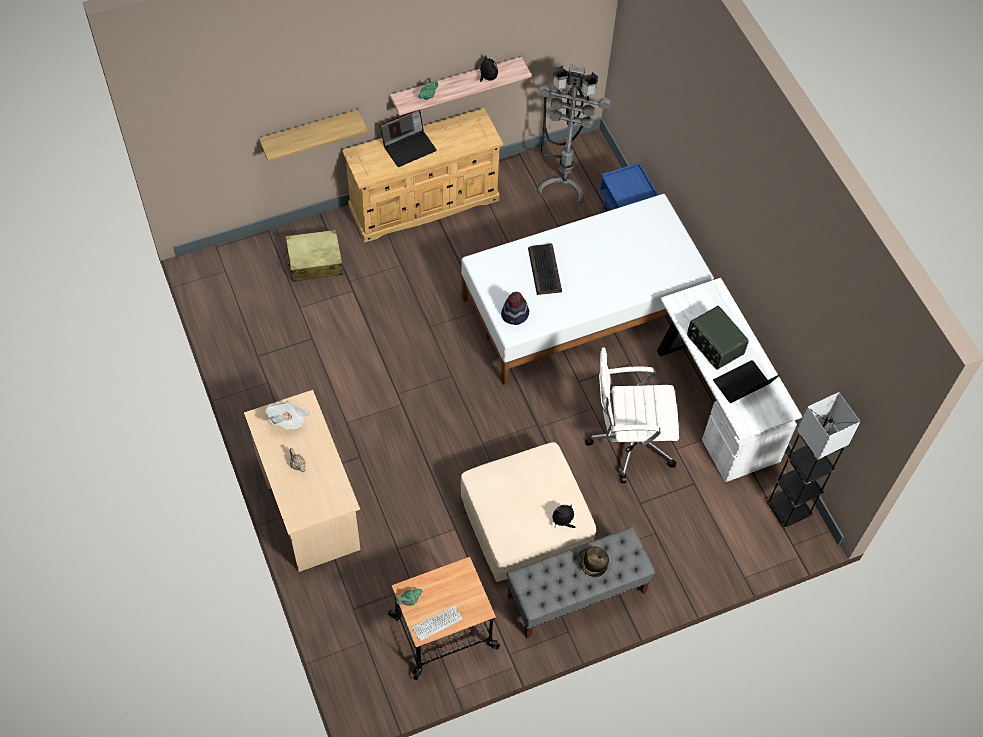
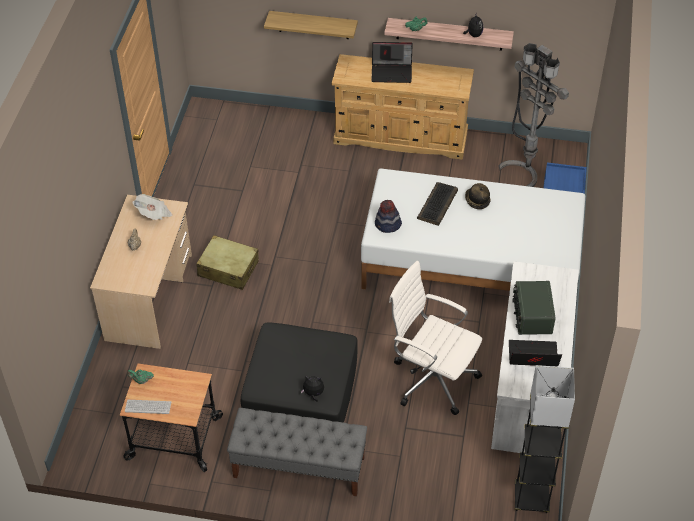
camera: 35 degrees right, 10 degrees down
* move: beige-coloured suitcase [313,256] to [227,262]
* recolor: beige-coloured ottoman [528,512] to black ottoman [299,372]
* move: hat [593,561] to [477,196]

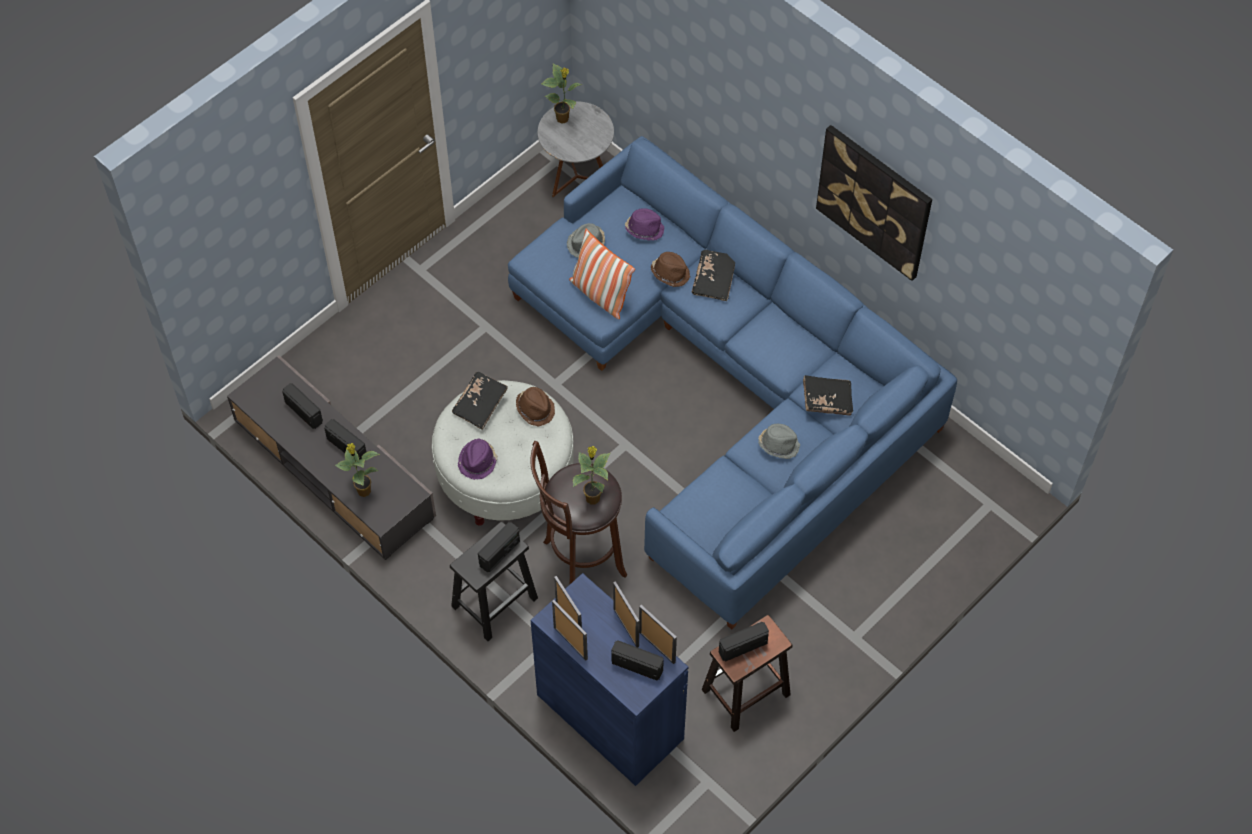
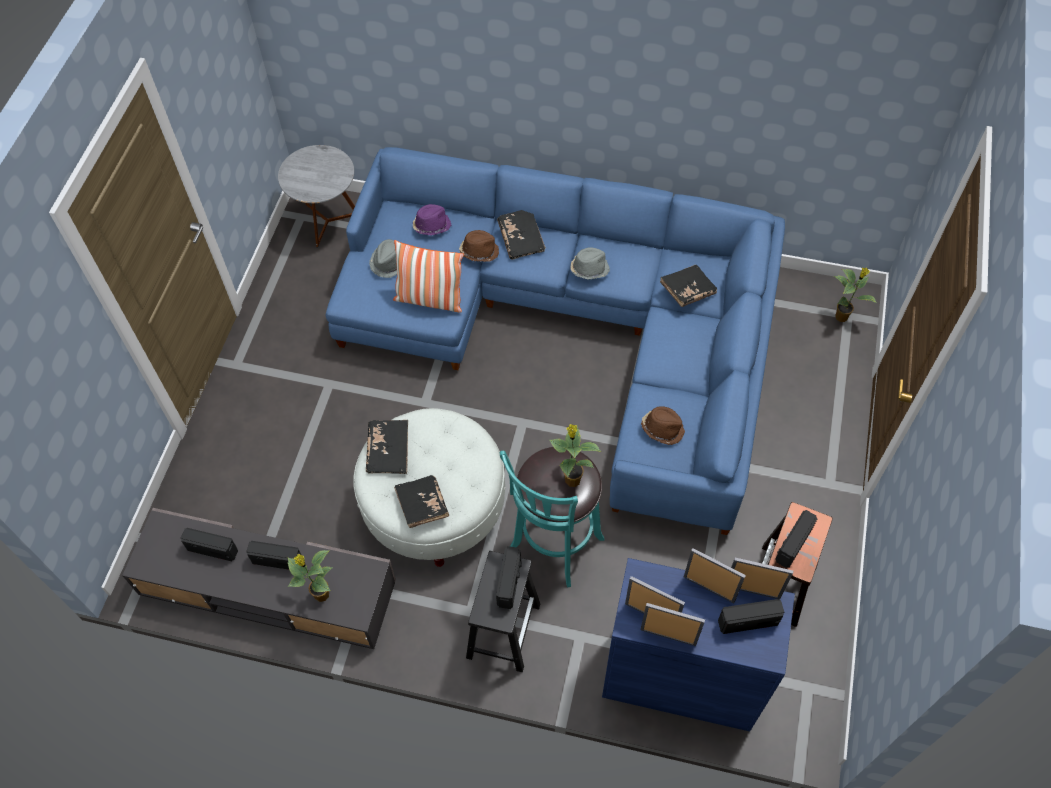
camera: 30 degrees left, 0 degrees up
* move: potted plant [562,93] to [855,294]
* delete: picture [874,203]
* move: brown-coloured hat [535,406] to [663,425]
* move: gray hat [779,441] to [590,263]
* replace: purplish hat [478,459] to black book [421,501]
* recolor: brown-coloured stool seat [578,512] to blue-green stool seat [552,517]

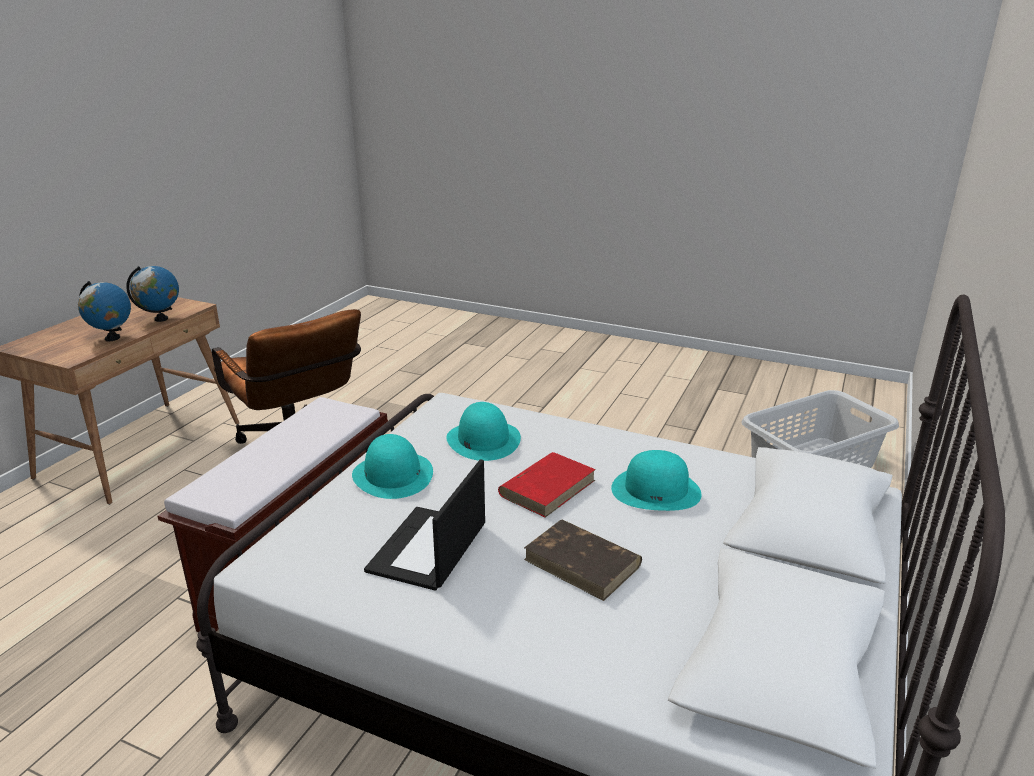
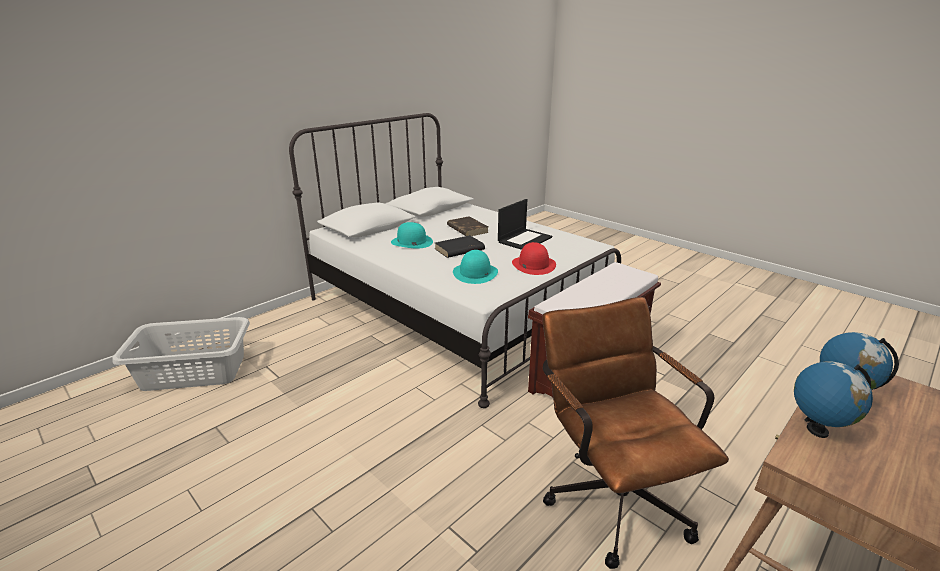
camera: 160 degrees left, 0 degrees up
* recolor: blue-green hat [392,466] to red-coloured hat [534,258]
* recolor: red-coloured book [547,485] to black book [460,246]

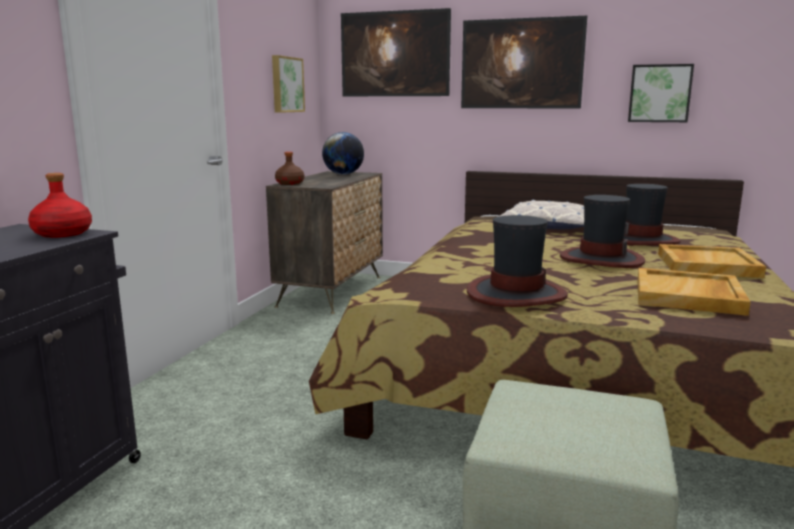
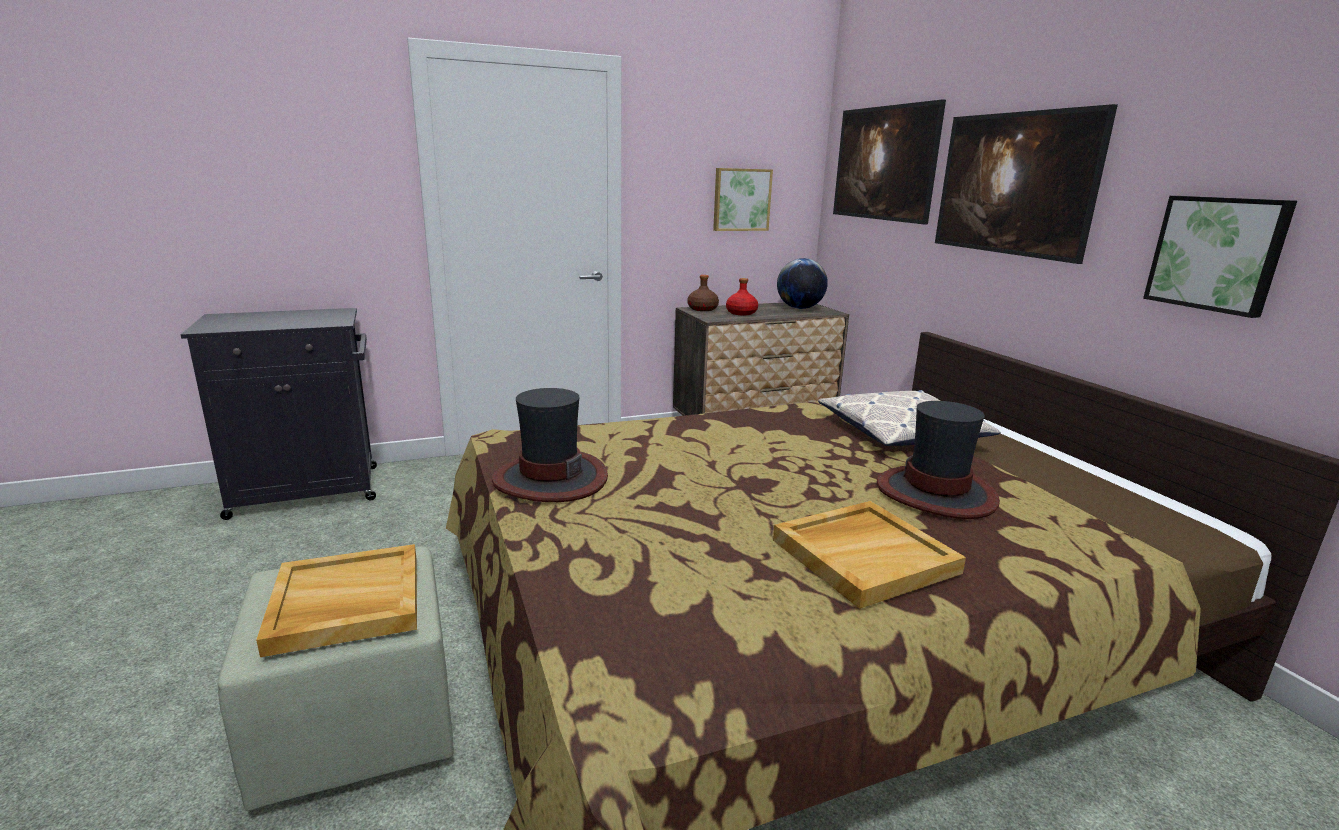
camera: 50 degrees right, 5 degrees up
* move: red-coloured beverage bottle [60,205] to [742,296]
* delete: hat [602,231]
* move: beige-coloured tray [694,292] to [336,600]

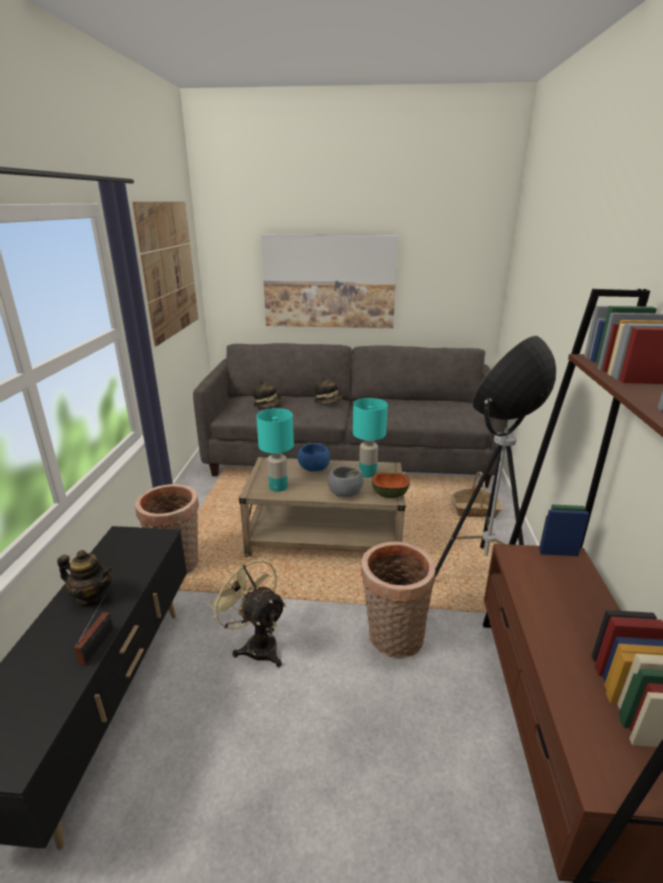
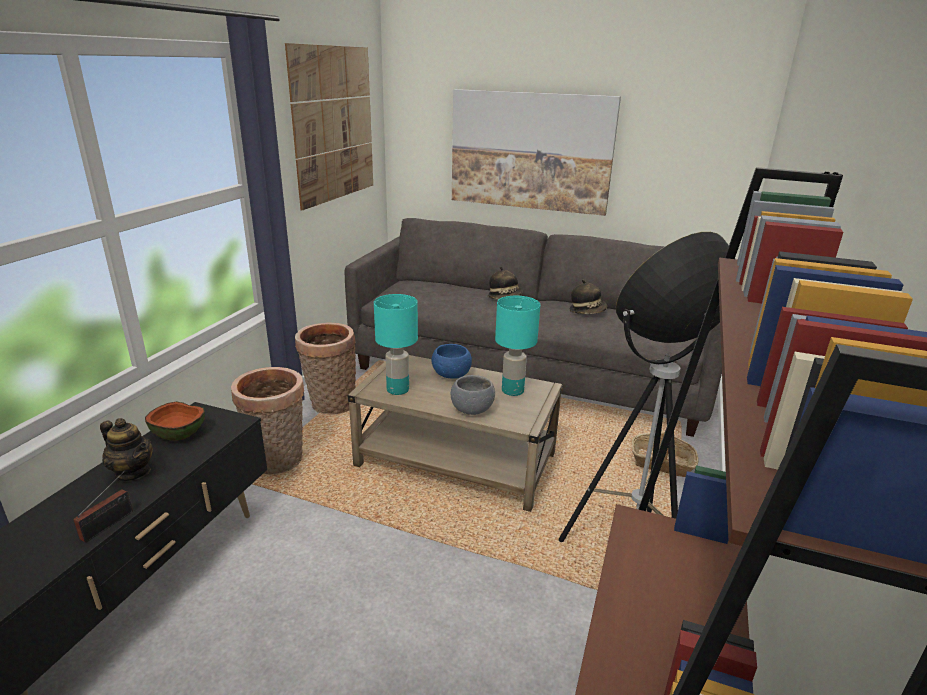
camera: 15 degrees right, 0 degrees up
* move: hat [267,393] to [588,297]
* move: bowl [391,485] to [175,421]
* move: household basket [398,600] to [325,368]
* delete: beige-coloured fan [246,610]

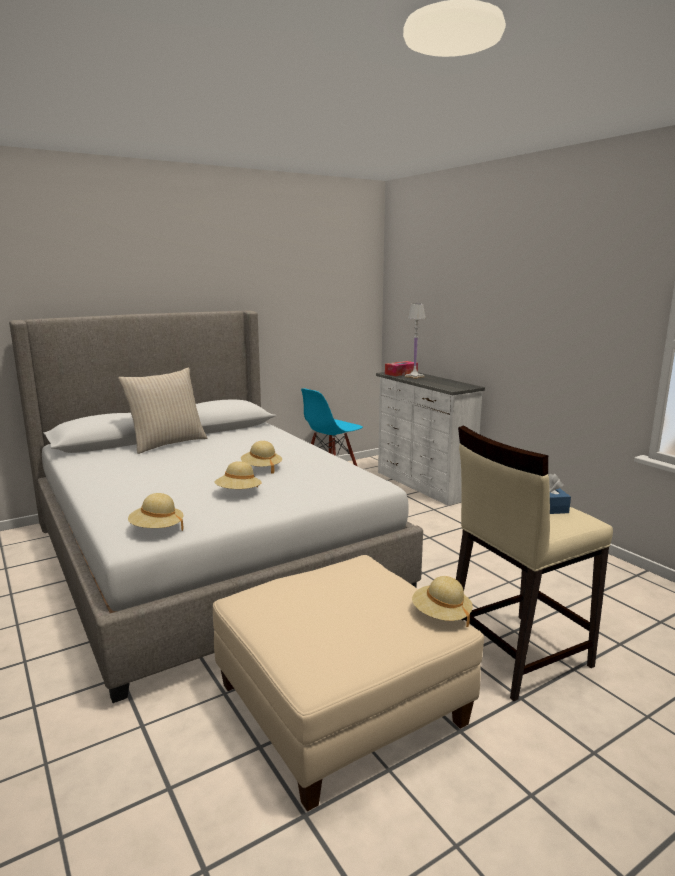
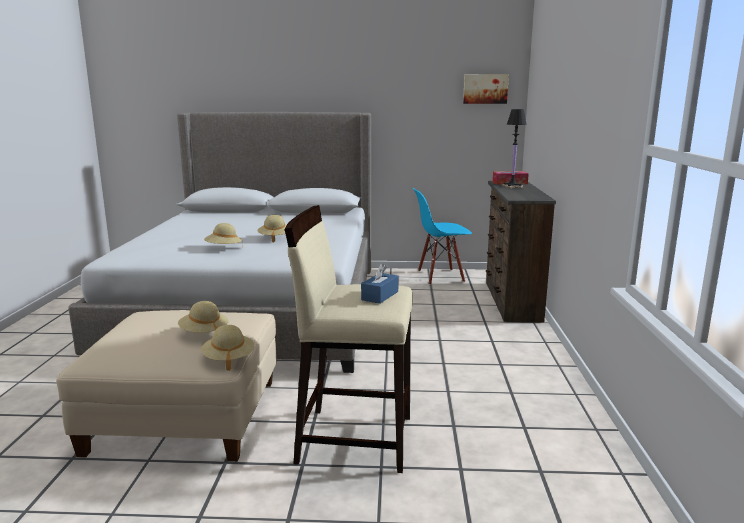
camera: 35 degrees right, 0 degrees up
* recolor: white table lamp [415,341] to black table lamp [514,148]
* delete: beige-coloured throw pillow [163,411]
* recolor: white drawer chest [430,439] to brown-coloured drawer chest [521,252]
* move: beige-coloured hat [156,512] to [203,317]
* insert: picture [486,89]

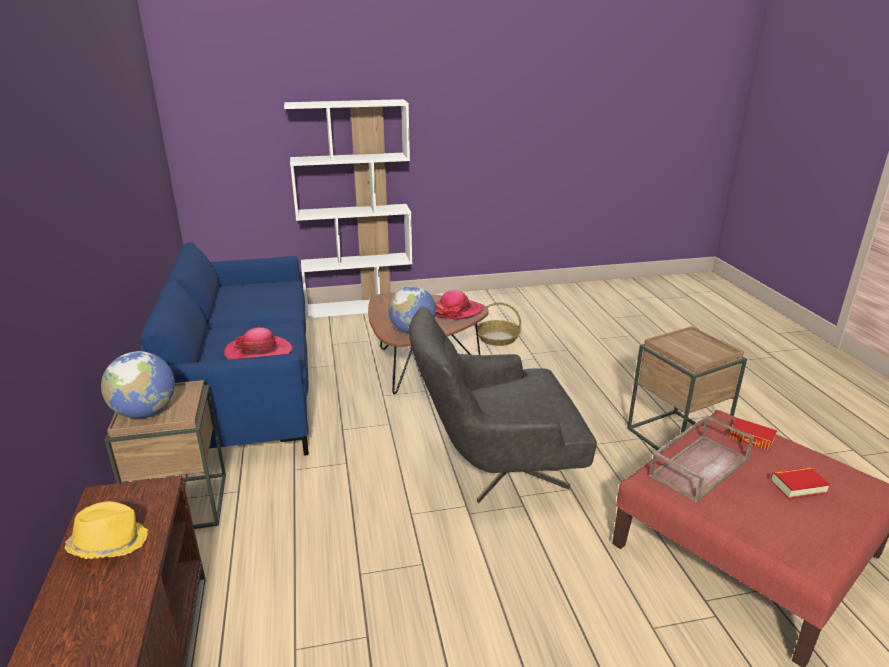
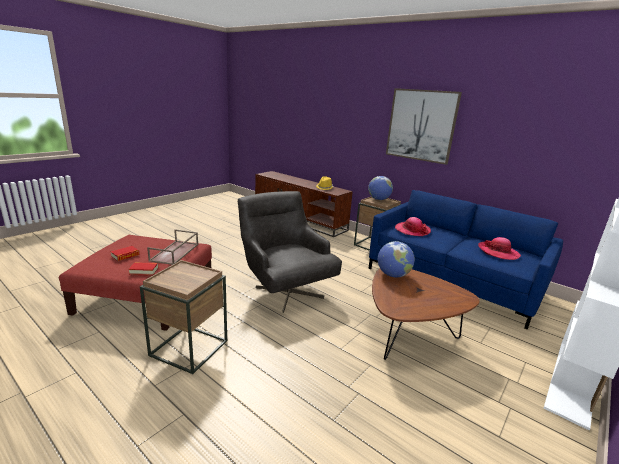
camera: 140 degrees right, 5 degrees down
* move: hat [459,305] to [499,248]
* delete: household basket [498,324]
* rotate: gray easy chair [503,404] = [290,252] 75 degrees counterclockwise
* insert: picture [424,126]

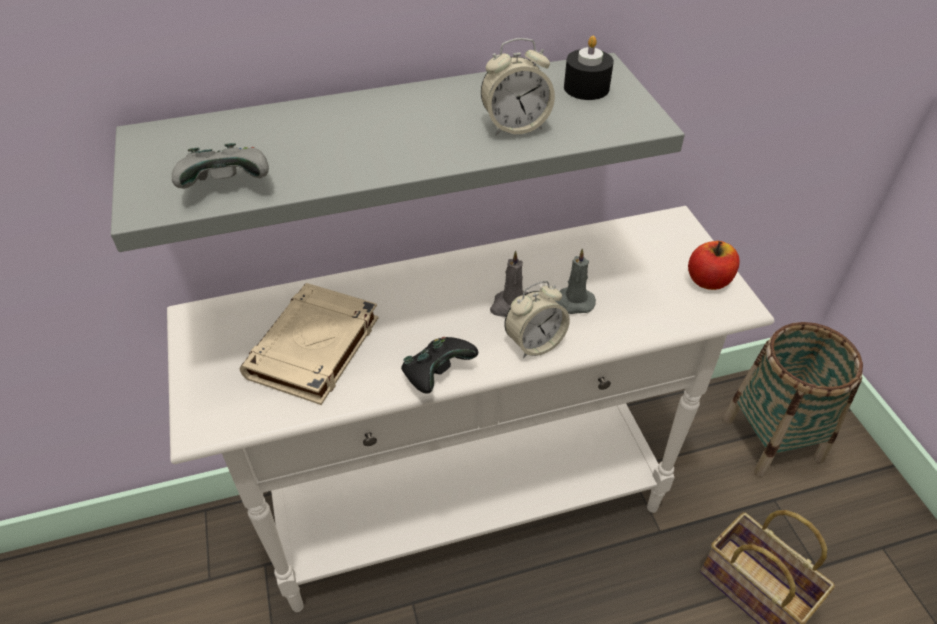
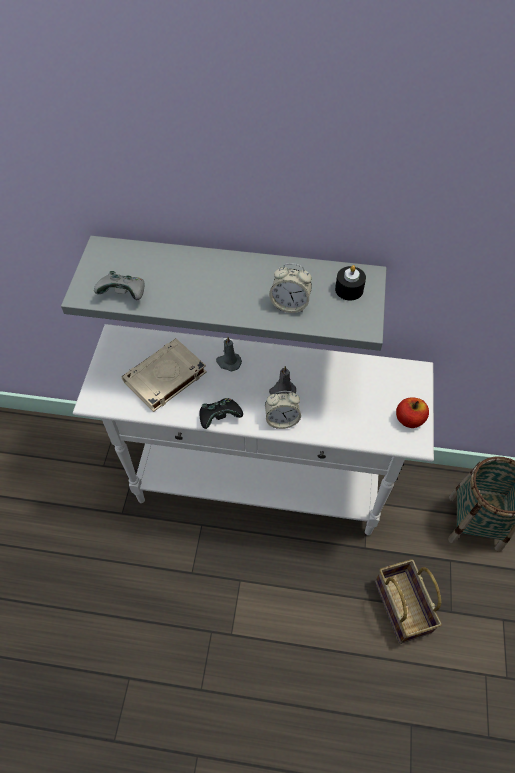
camera: 25 degrees right, 10 degrees up
* move: gray wax light [576,281] to [229,354]

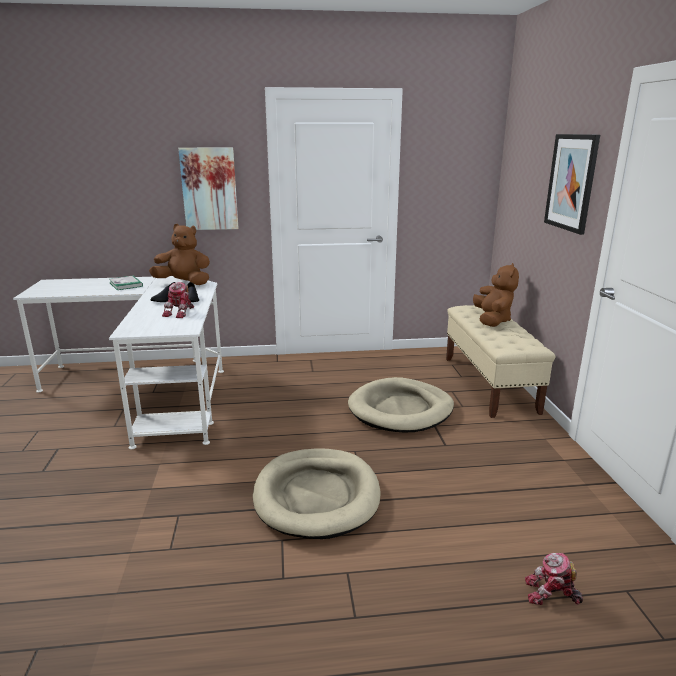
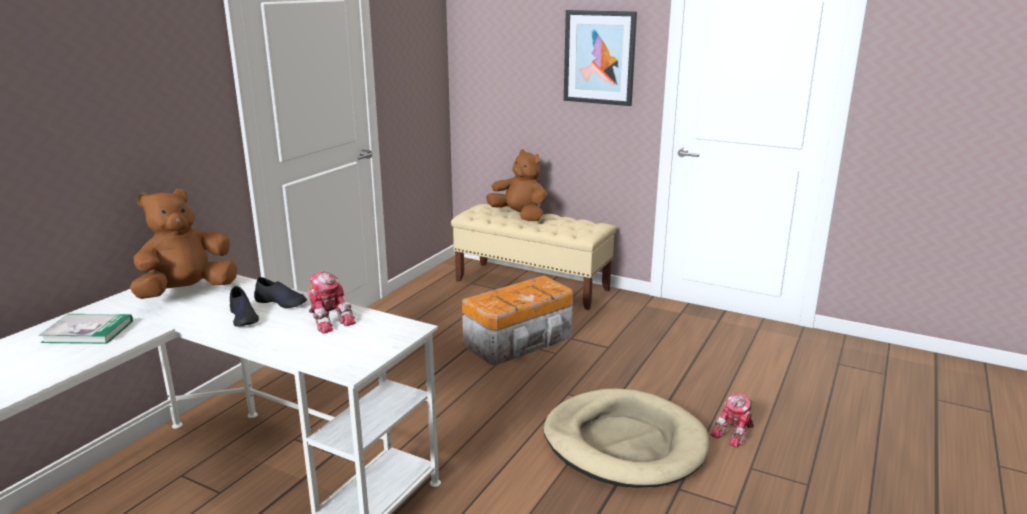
camera: 55 degrees left, 0 degrees up
* delete: picture [208,188]
* replace: beige-coloured dog cushion [401,404] to storage bin [517,320]
* move: model robot [554,579] to [732,420]

